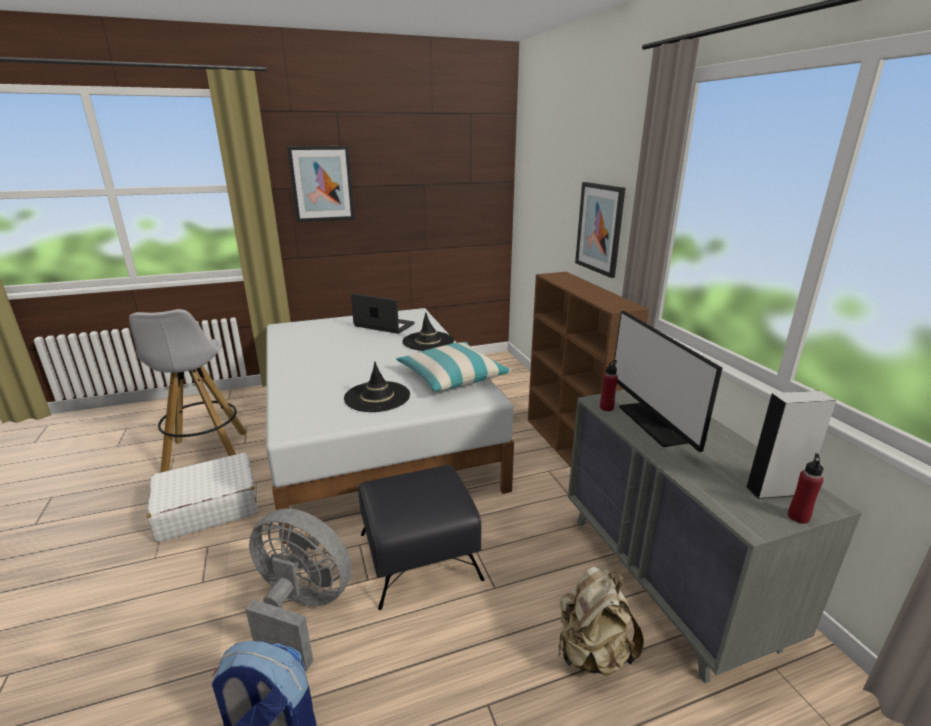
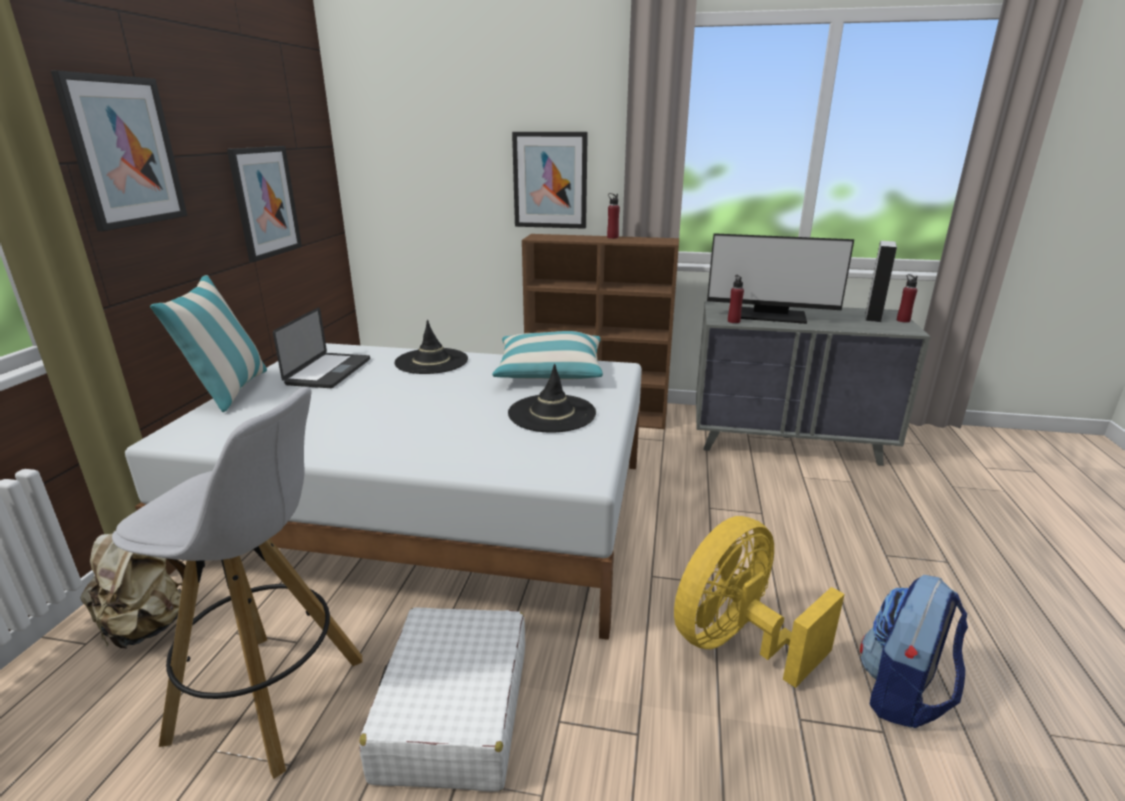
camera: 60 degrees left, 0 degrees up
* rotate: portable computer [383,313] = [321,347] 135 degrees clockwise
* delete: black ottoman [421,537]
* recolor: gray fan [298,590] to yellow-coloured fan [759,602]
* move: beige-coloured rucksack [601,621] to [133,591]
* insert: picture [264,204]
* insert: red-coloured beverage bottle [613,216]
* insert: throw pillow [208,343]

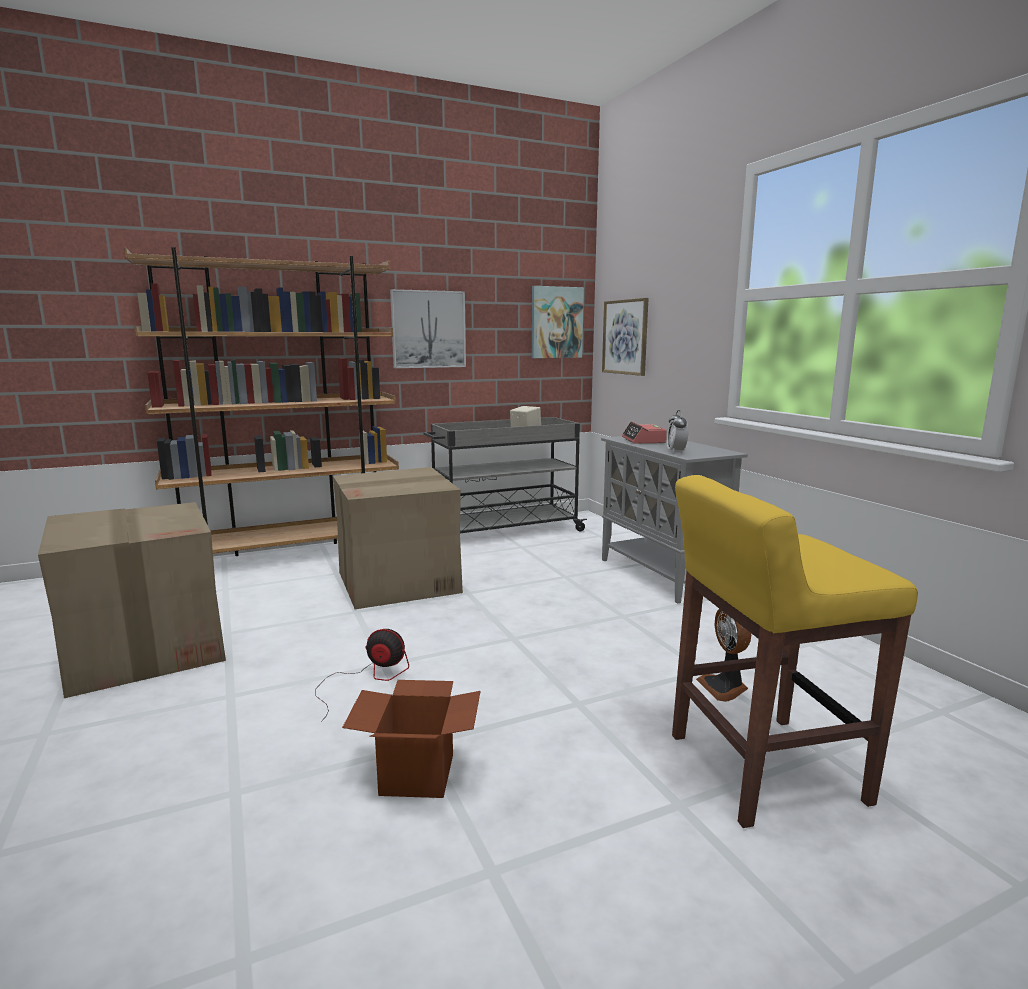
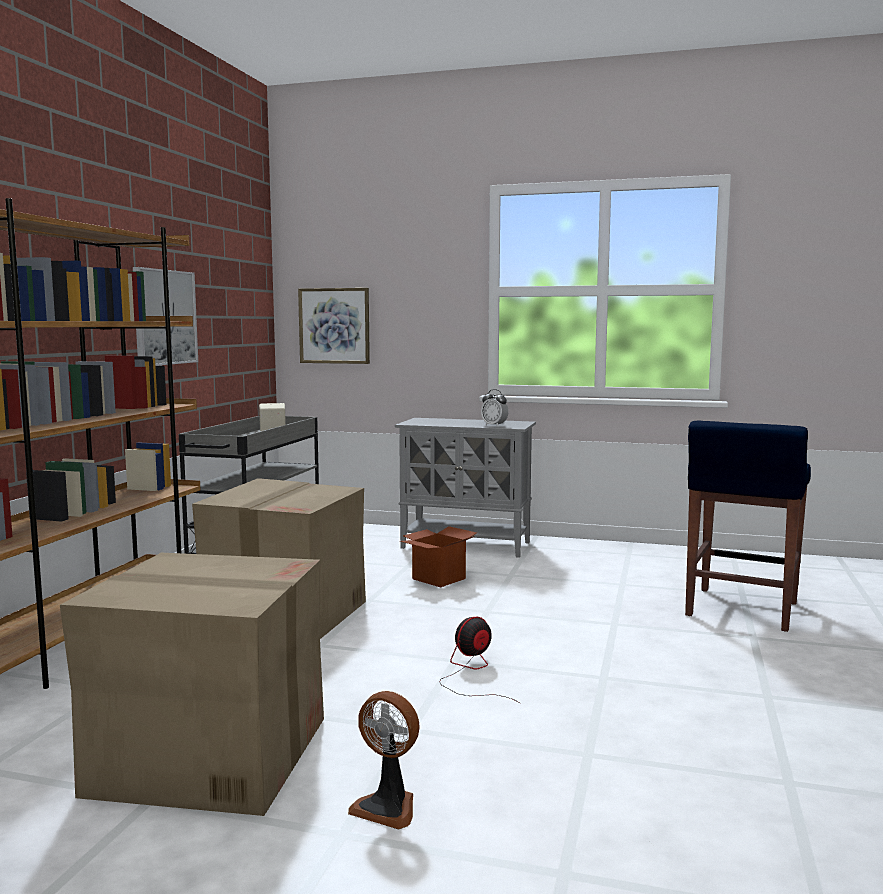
camera: 50 degrees left, 5 degrees down
* delete: picture [558,322]
* delete: table clock [644,432]
* recolor: yellow-coloured stool seat [795,651] to bluish stool seat [748,526]
* move: fan [723,655] to [384,760]
* move: cardboard box [411,739] to [438,556]

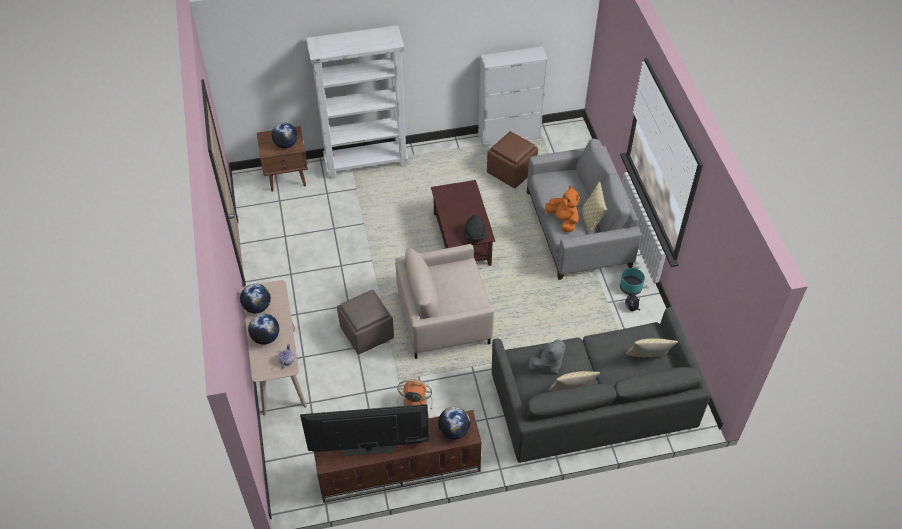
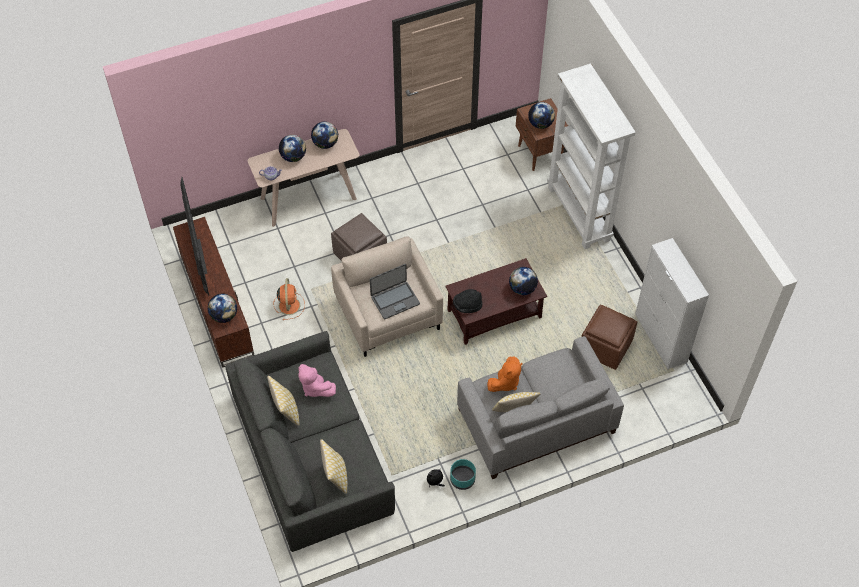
camera: 80 degrees right, 5 degrees up
* recolor: gray plush toy [547,357] to pink-coloured plush toy [317,380]
* insert: portable computer [395,291]
* insert: desk globe [523,281]

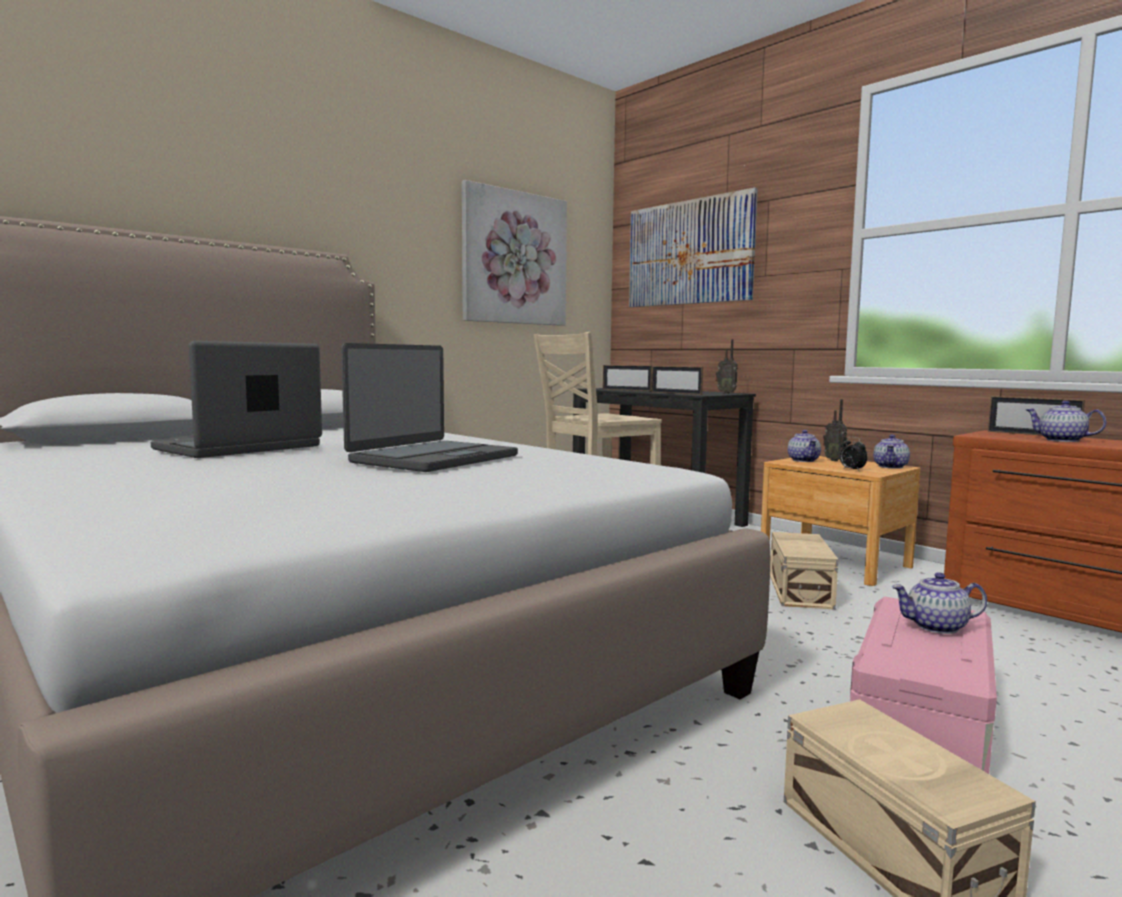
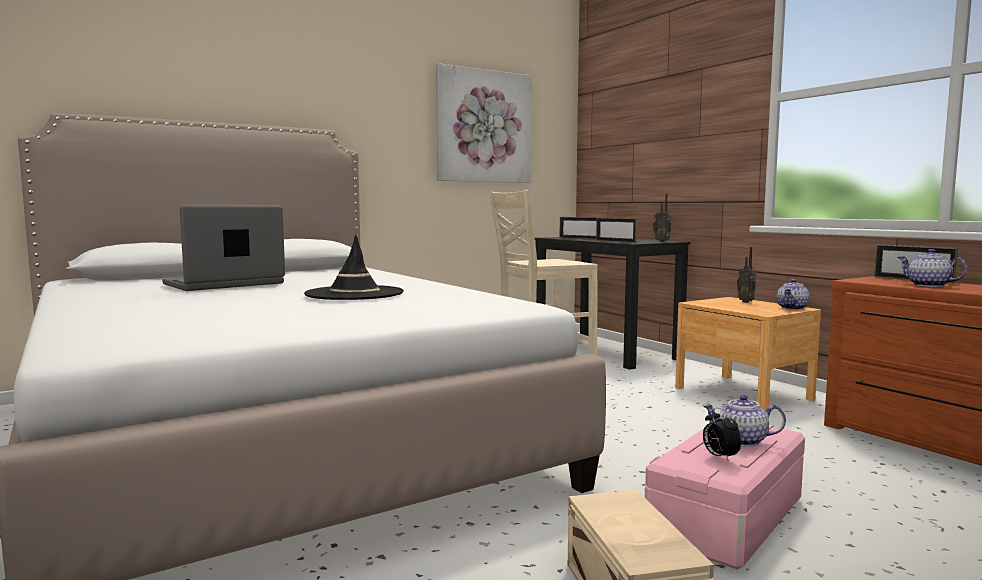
camera: 10 degrees right, 0 degrees up
* delete: picture [693,247]
* replace: portable computer [429,407] to black hat [354,267]
* delete: tea pot [804,446]
* move: table clock [854,453] to [722,435]
* delete: beige-coloured storage bin [804,571]

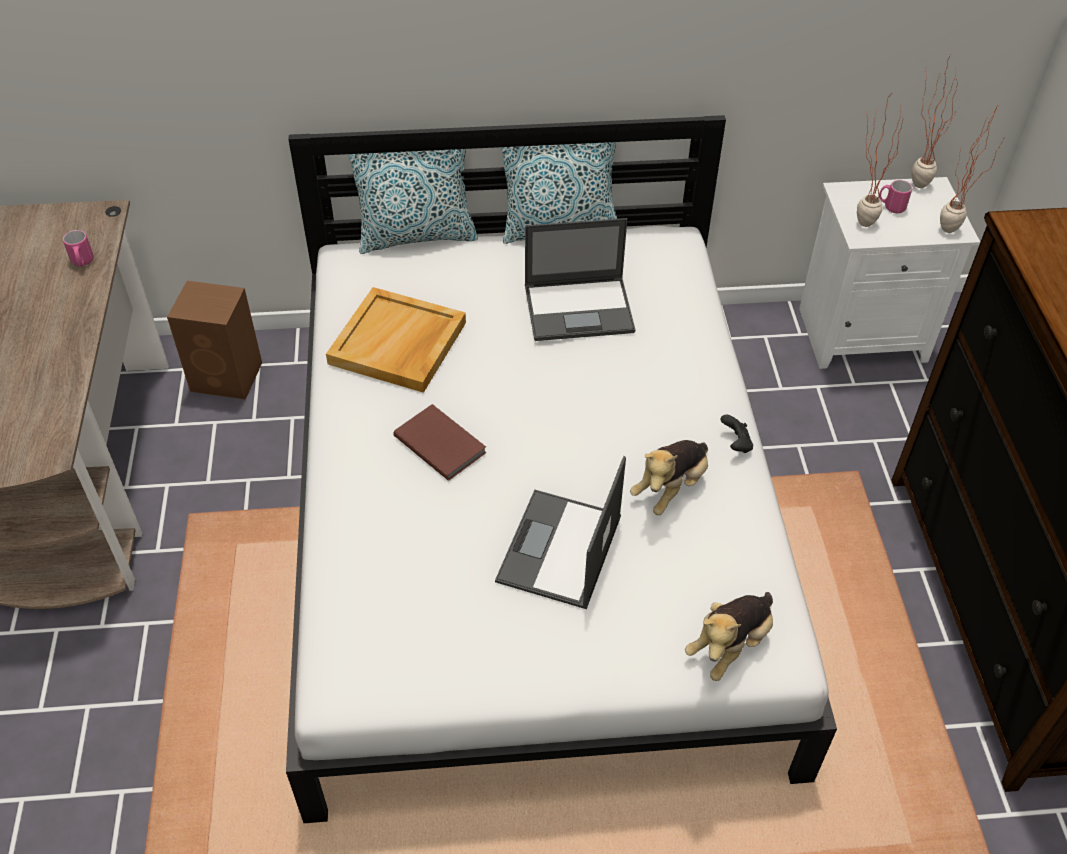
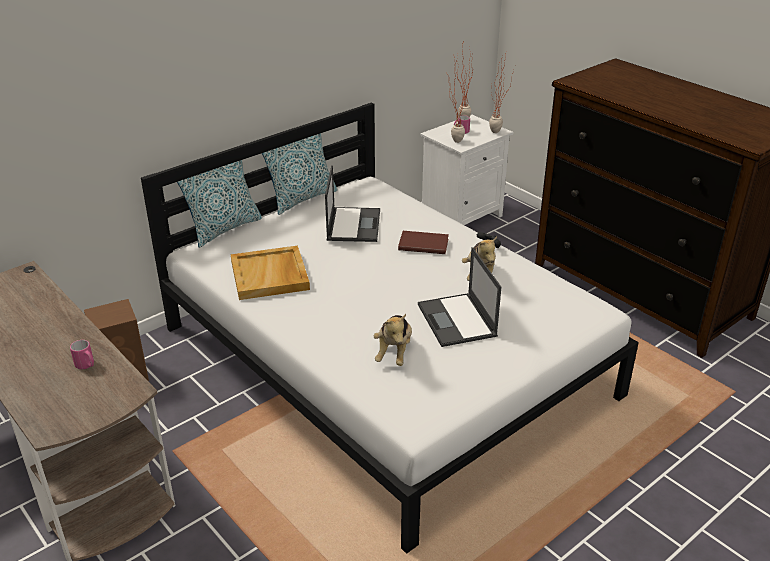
camera: 35 degrees left, 15 degrees down
* rotate: portable computer [580,279] = [352,203] 45 degrees counterclockwise
* move: pink-coloured mug [78,248] to [82,354]
* move: brown-coloured book [439,442] to [423,242]
* move: plush toy [729,636] to [393,340]

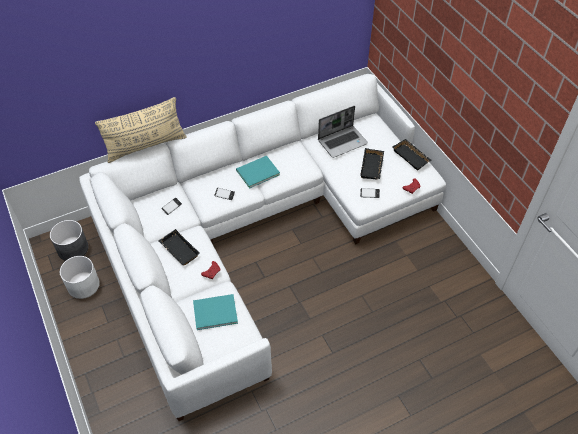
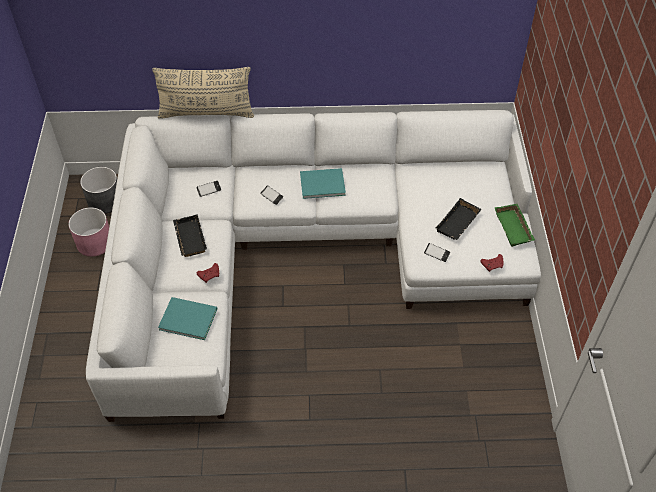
camera: 25 degrees right, 0 degrees up
* delete: portable computer [343,132]
* recolor: black tray [412,154] to green-coloured tray [515,225]
* recolor: white planter [80,277] to pink-coloured planter [88,232]

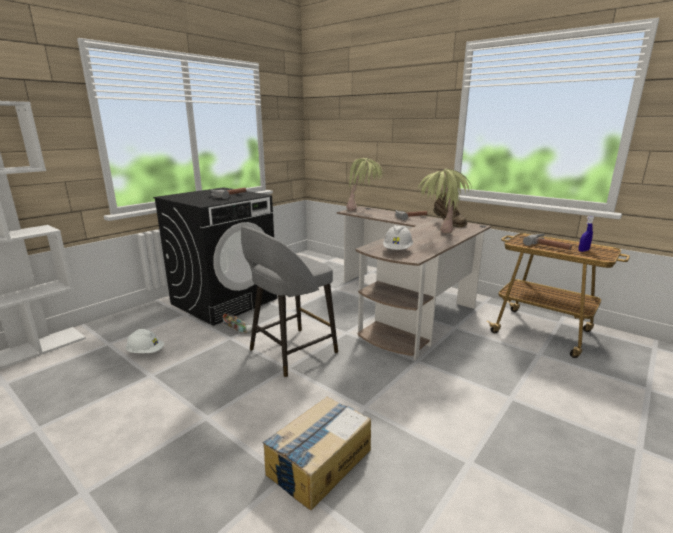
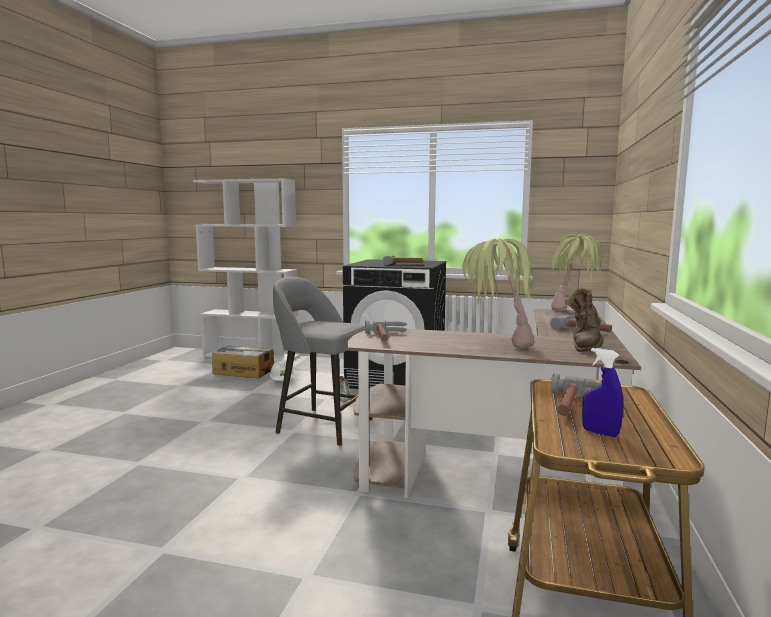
camera: 65 degrees right, 10 degrees down
* replace: white safety helmet [398,237] to hand hammer [386,331]
* move: cardboard box [316,453] to [243,361]

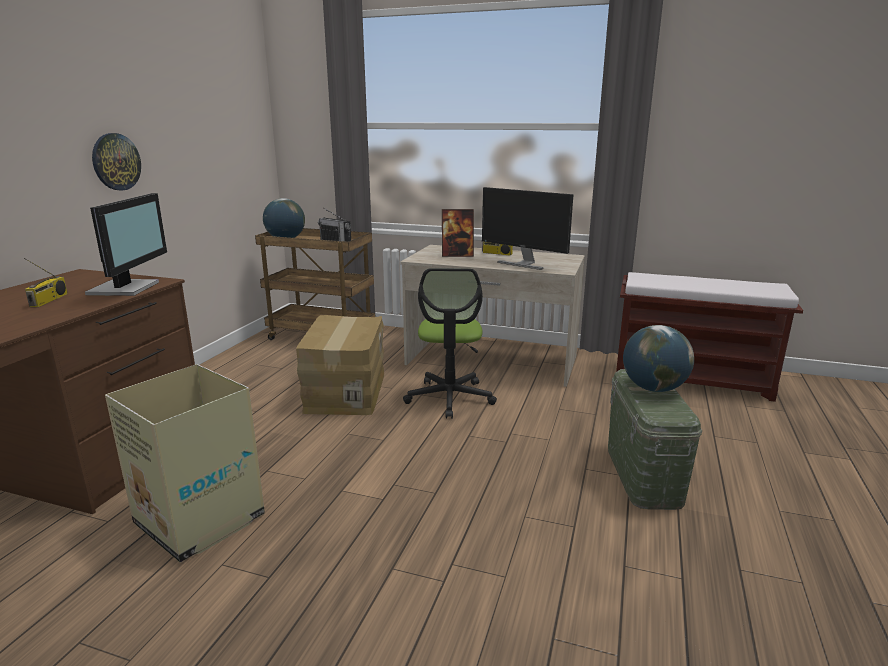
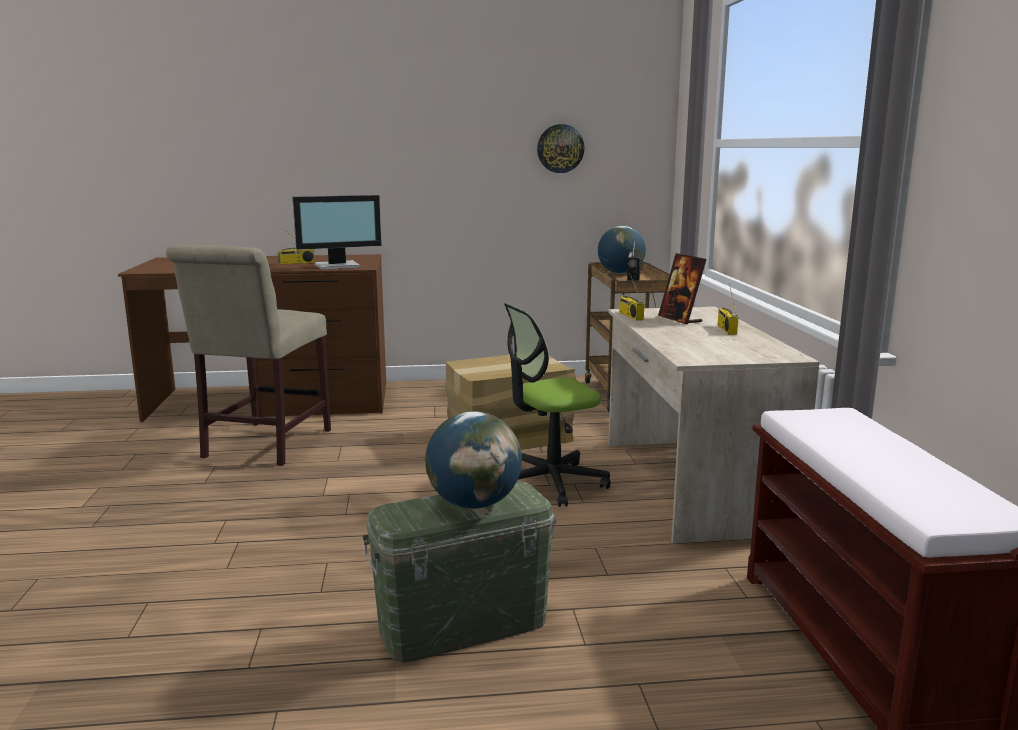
camera: 65 degrees right, 5 degrees down
* move: hanging clock [116,161] to [560,148]
* delete: computer screen [528,228]
* replace: cardboard box [185,463] to beige-coloured chair [248,355]
* insert: radio [631,297]

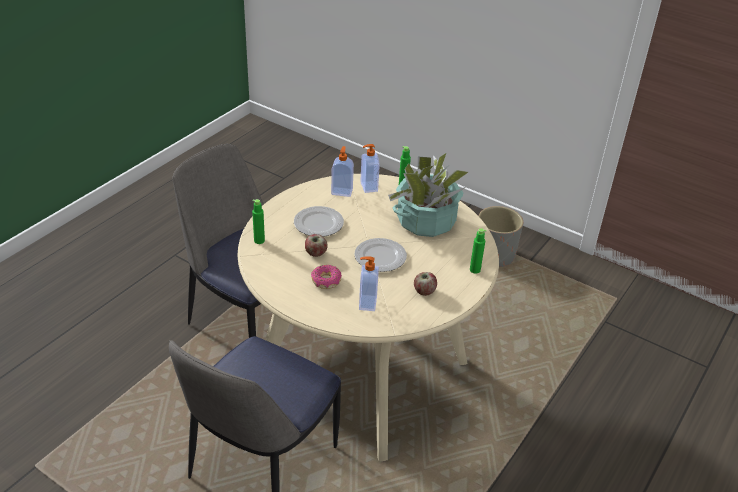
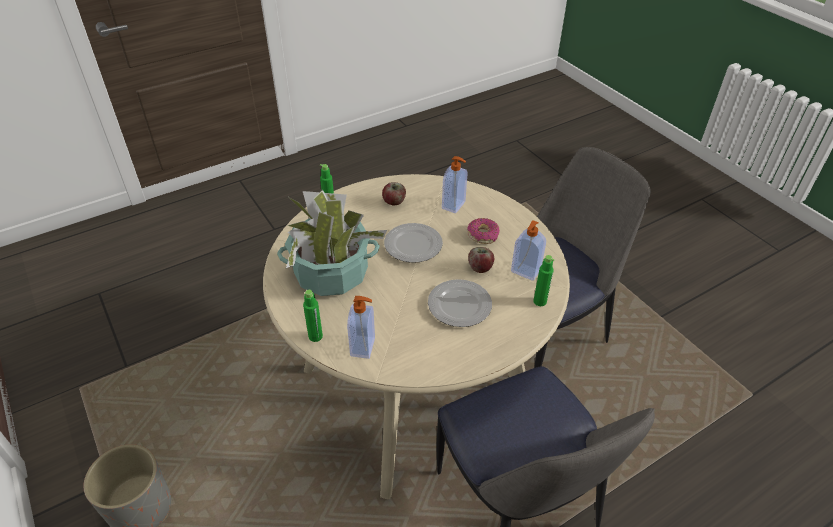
camera: 155 degrees left, 5 degrees up
* move: liquid soap bottle [342,171] to [528,250]

